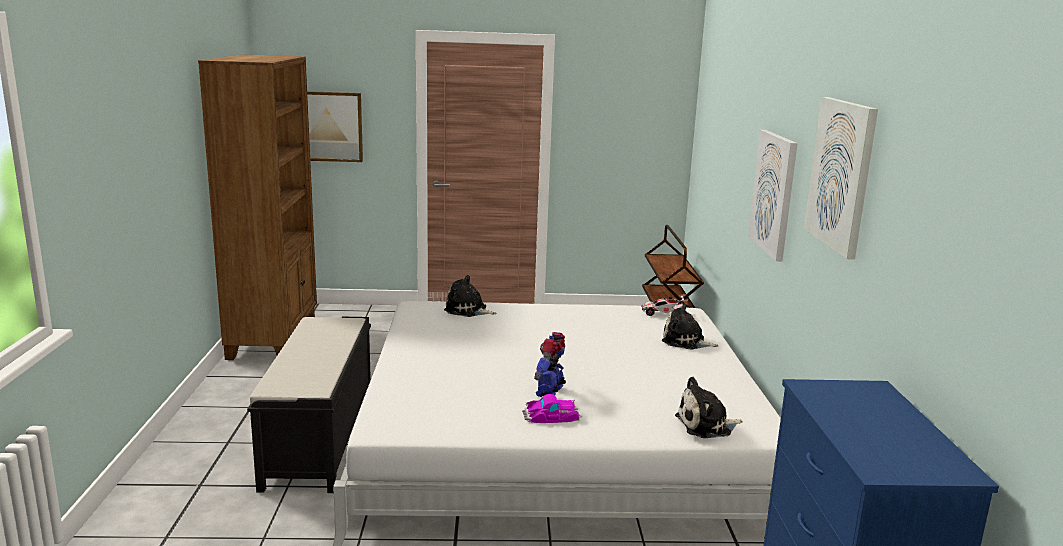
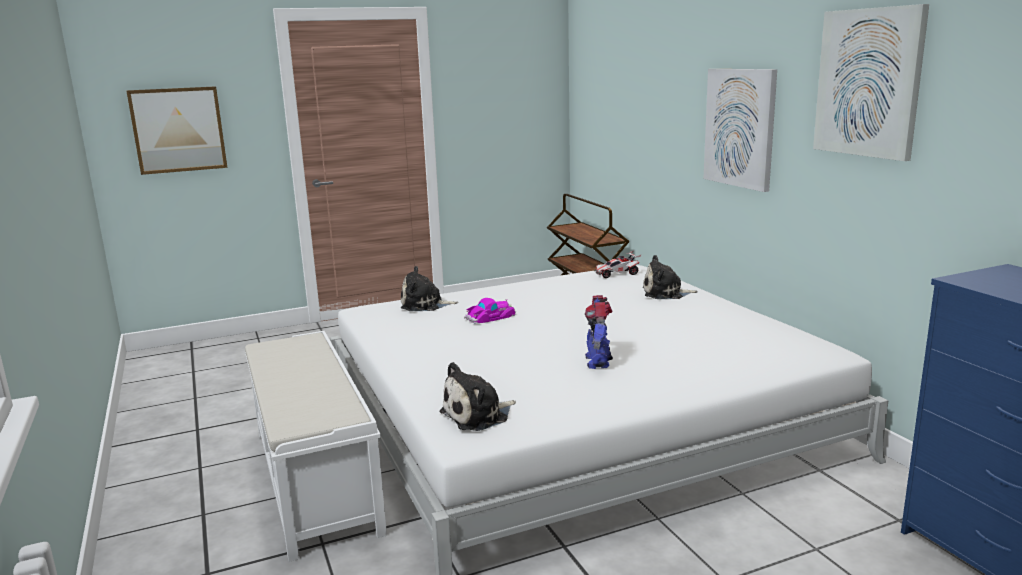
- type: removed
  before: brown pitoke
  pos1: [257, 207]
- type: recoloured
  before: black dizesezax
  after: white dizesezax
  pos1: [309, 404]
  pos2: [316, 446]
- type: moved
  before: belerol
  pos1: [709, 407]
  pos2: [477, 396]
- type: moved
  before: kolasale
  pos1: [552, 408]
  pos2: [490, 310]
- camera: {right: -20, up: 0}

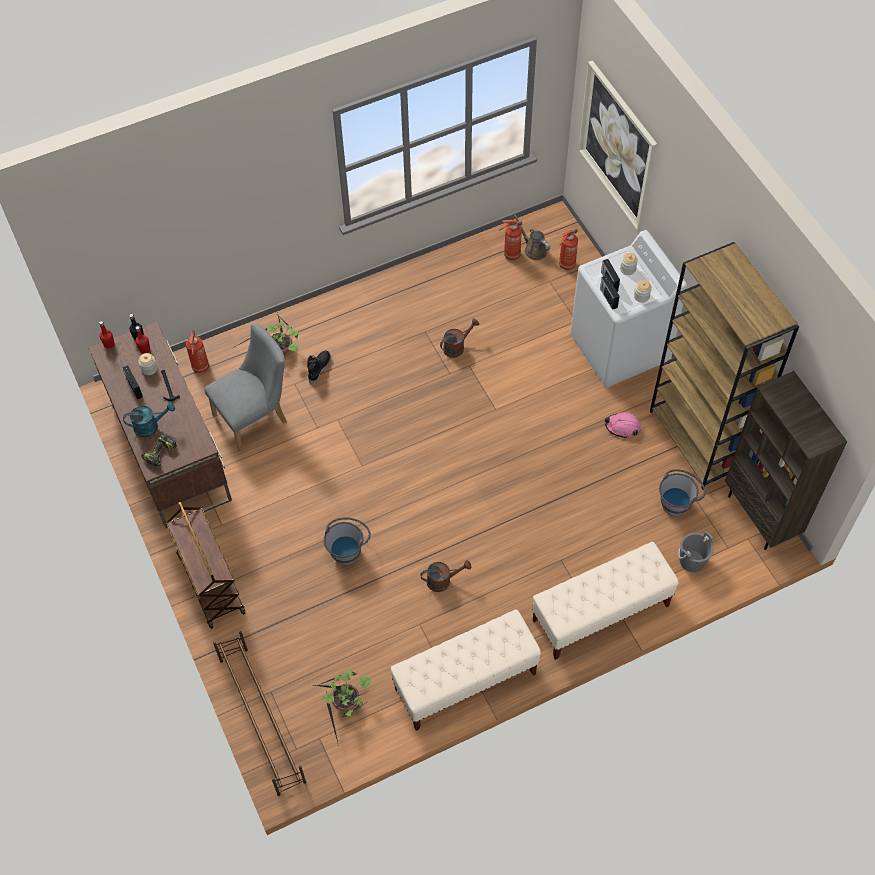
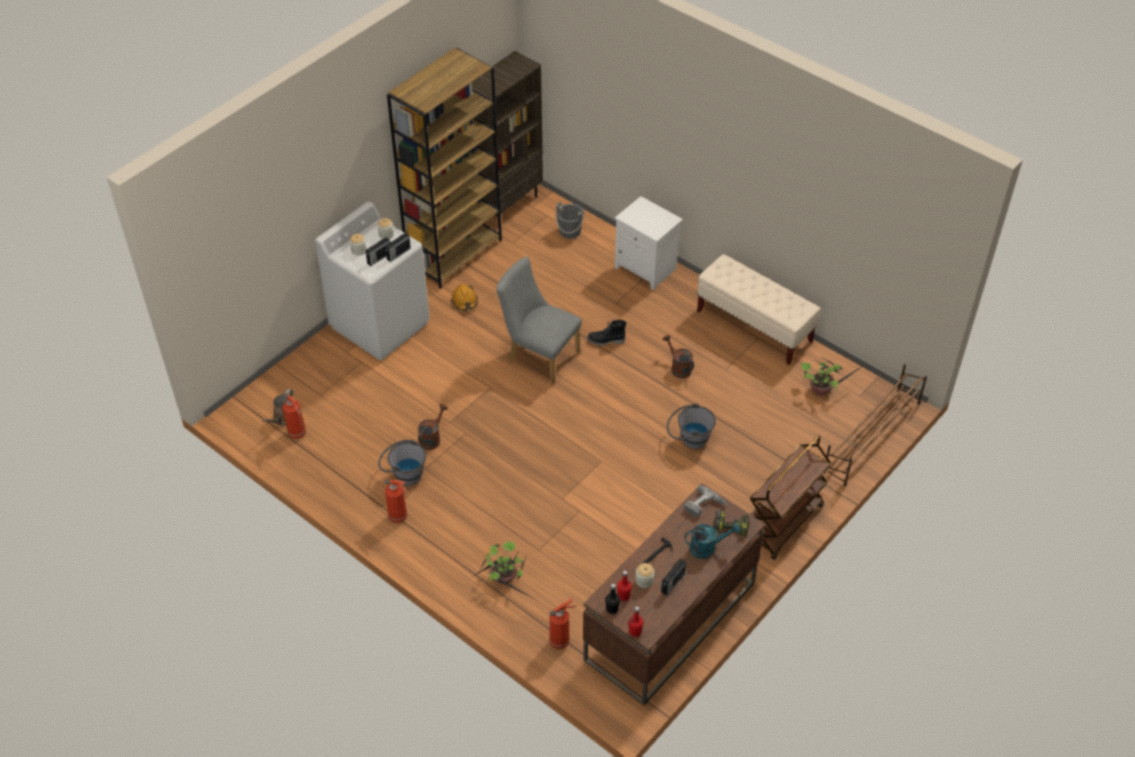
- type: removed
  before: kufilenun
  pos1: [617, 145]
- type: moved
  before: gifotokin
  pos1: [568, 249]
  pos2: [397, 501]
- type: turned
  before: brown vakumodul
  pos1: [459, 338]
  pos2: [433, 427]
  turn: 90
- type: moved
  before: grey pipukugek
  pos1: [245, 387]
  pos2: [539, 320]
- type: moved
  before: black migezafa
  pos1: [319, 367]
  pos2: [606, 333]
- type: turned
  before: turquoise vakumodul
  pos1: [149, 420]
  pos2: [712, 541]
  turn: 120
- type: recoloured
  before: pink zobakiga
  after: orange zobakiga
  pos1: [623, 425]
  pos2: [464, 297]
- type: moved
  before: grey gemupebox
  pos1: [682, 492]
  pos2: [402, 463]
- type: replaced
  before: beige dizesezax
  after: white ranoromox
  pos1: [605, 601]
  pos2: [649, 243]
- type: added
  after: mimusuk
  pos2: [705, 501]
- camera: {right: -115, up: -10}

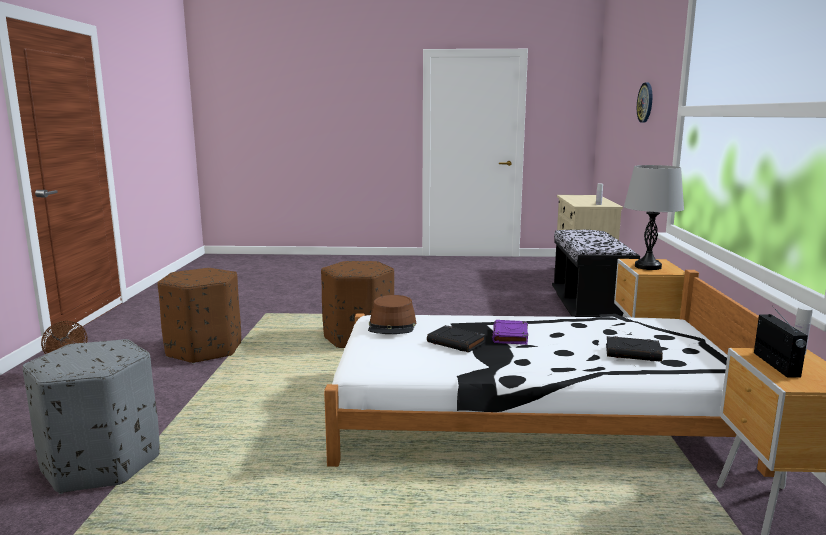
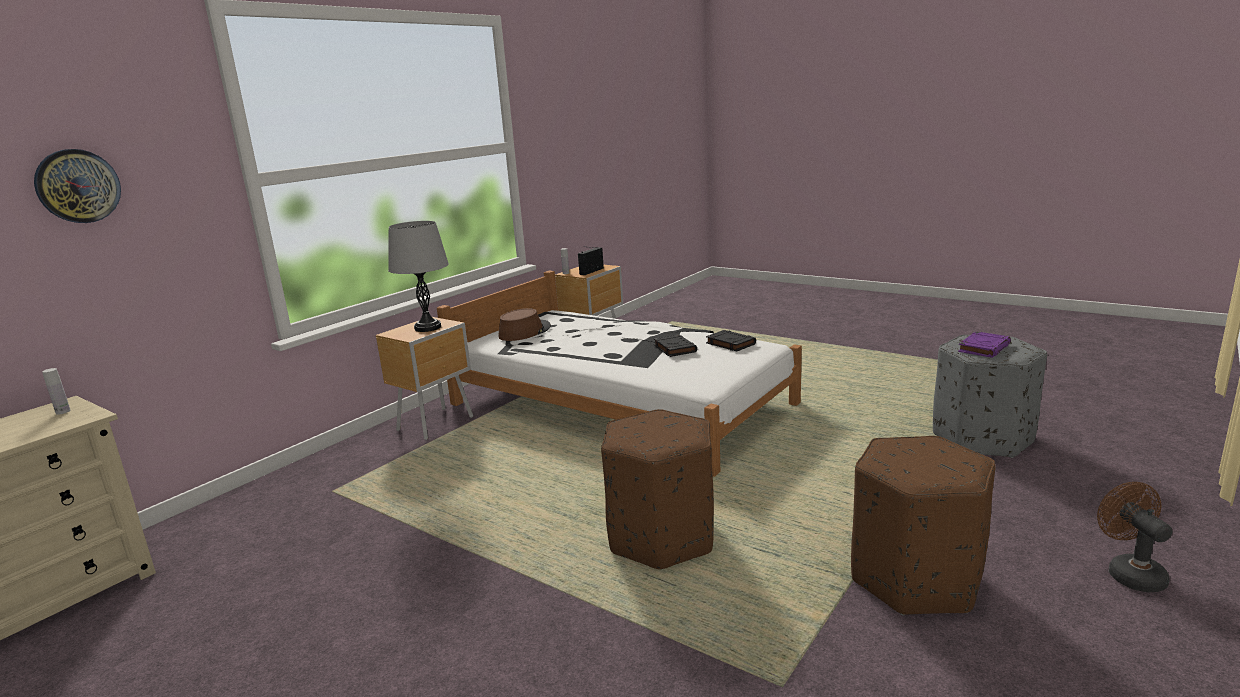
- type: removed
  before: black dizesezax
  pos1: [596, 274]
- type: moved
  before: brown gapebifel
  pos1: [392, 314]
  pos2: [525, 324]
- type: moved
  before: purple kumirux
  pos1: [510, 332]
  pos2: [984, 344]
- type: moved
  before: black kumirux
  pos1: [634, 349]
  pos2: [731, 341]
- camera: {right: -145, up: 5}

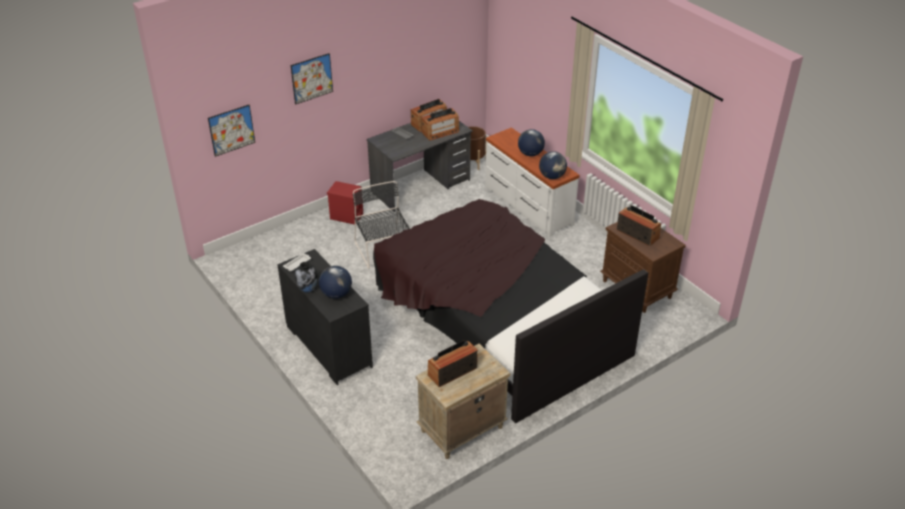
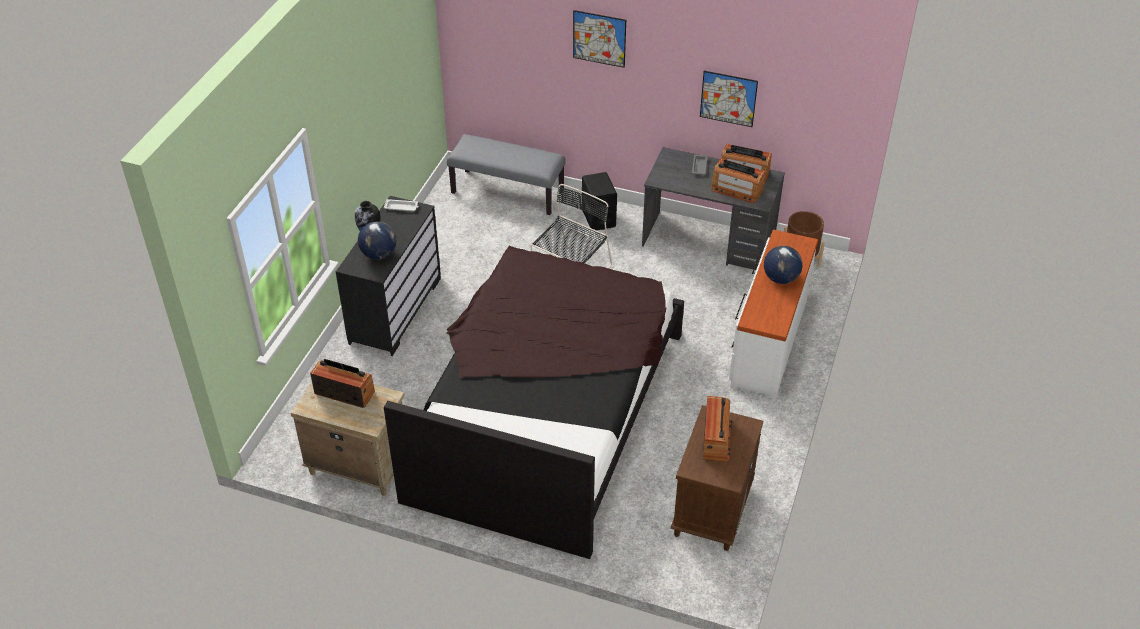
- type: moved
  before: kufilenun
  pos1: [231, 131]
  pos2: [729, 99]
- type: removed
  before: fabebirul
  pos1: [553, 165]
- type: recoloured
  before: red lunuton
  after: black lunuton
  pos1: [345, 203]
  pos2: [599, 201]
- type: added
  after: grey dizesezax
  pos2: [506, 174]
- camera: {right: 55, up: 5}

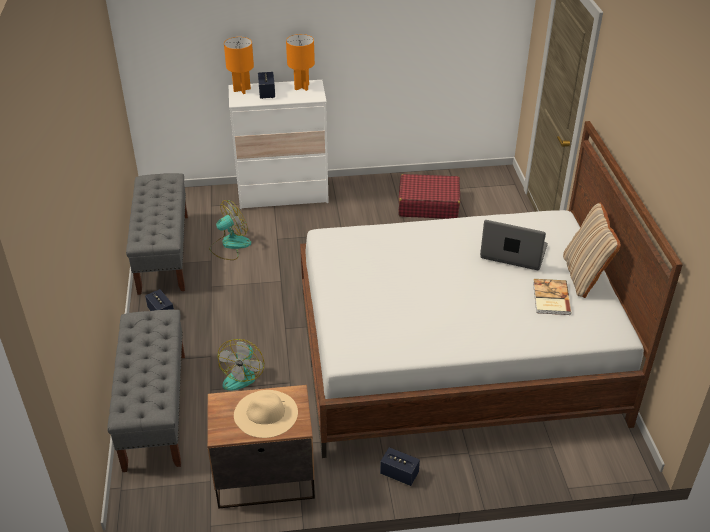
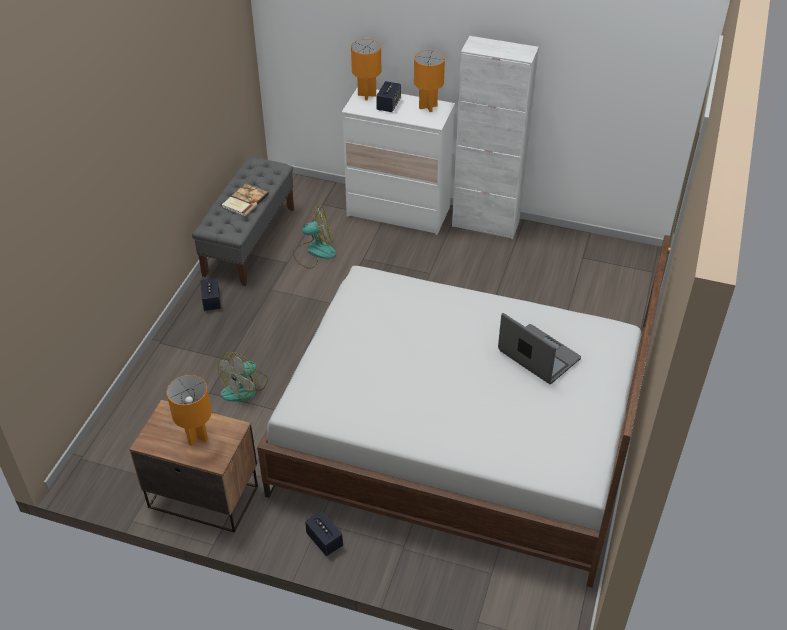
- type: removed
  before: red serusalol
  pos1: [429, 196]
- type: removed
  before: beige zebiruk
  pos1: [592, 250]
- type: moved
  before: kumirux
  pos1: [552, 297]
  pos2: [245, 200]
- type: removed
  before: grey dizesezax
  pos1: [146, 391]
- type: replaced
  before: beige gapebifel
  after: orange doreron
  pos1: [266, 414]
  pos2: [189, 410]
- type: added
  after: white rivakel
  pos2: [495, 137]
- camera: {right: 25, up: 5}

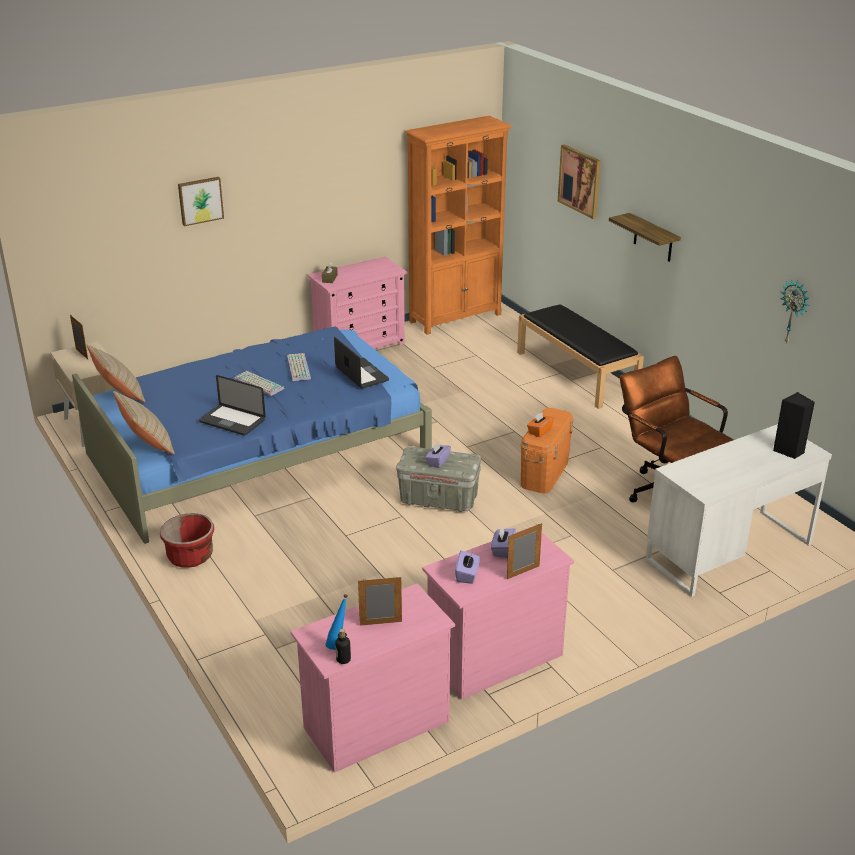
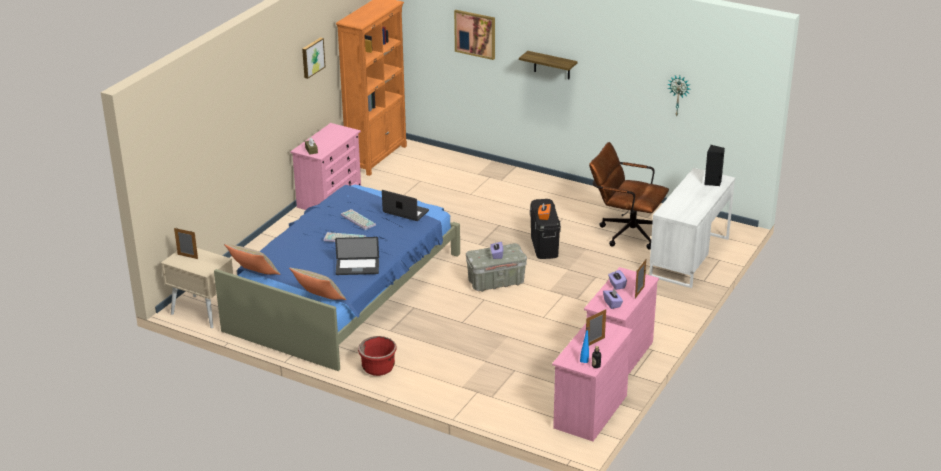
- type: moved
  before: kufilenun
  pos1: [201, 201]
  pos2: [313, 58]
- type: removed
  before: black dizesezax
  pos1: [580, 357]
- type: recoloured
  before: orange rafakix
  after: black rafakix
  pos1: [547, 450]
  pos2: [545, 229]
- camera: {right: -30, up: 0}

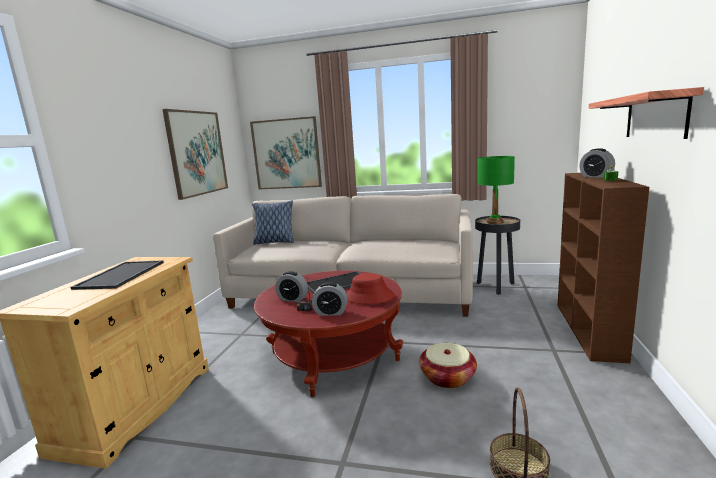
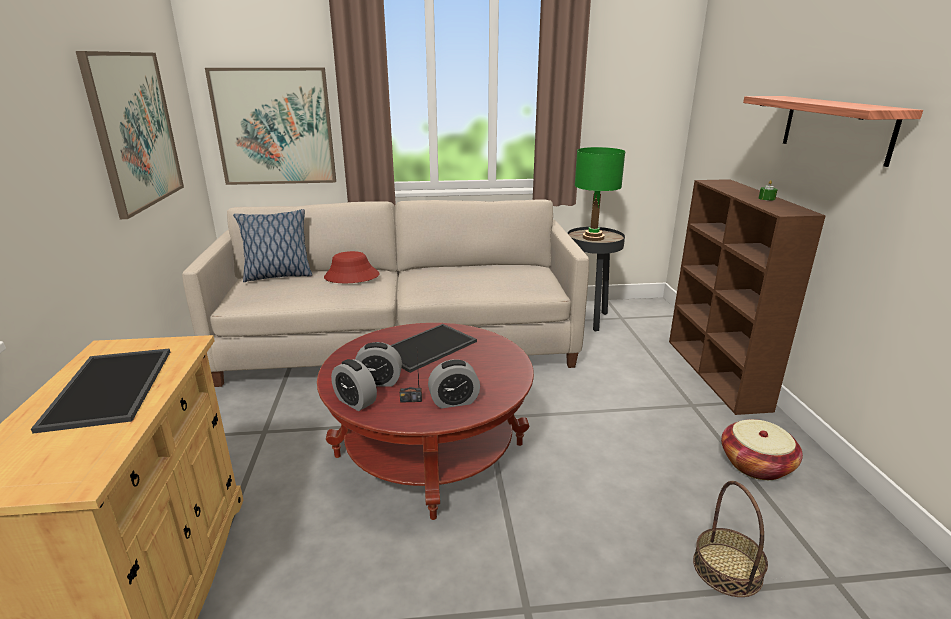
- type: moved
  before: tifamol
  pos1: [597, 163]
  pos2: [354, 385]
- type: moved
  before: red gapebifel
  pos1: [371, 288]
  pos2: [351, 267]
- type: moved
  before: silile
  pos1: [448, 365]
  pos2: [762, 449]
- camera: {right: -20, up: 10}

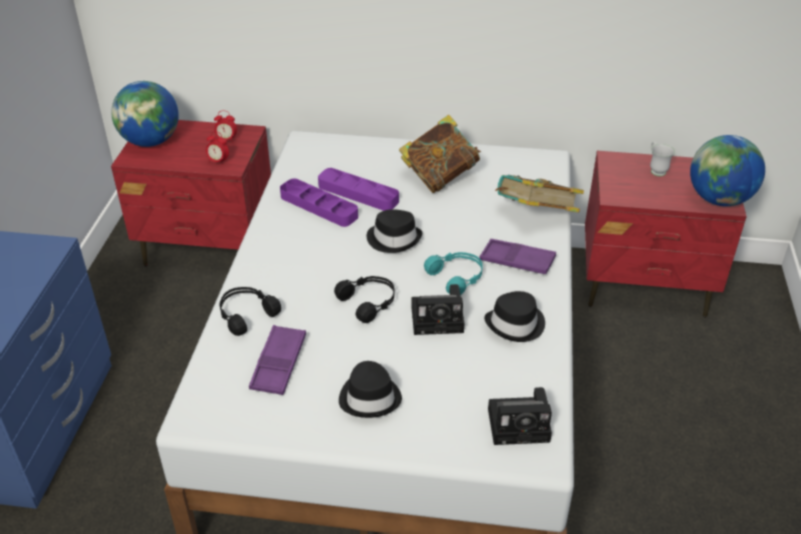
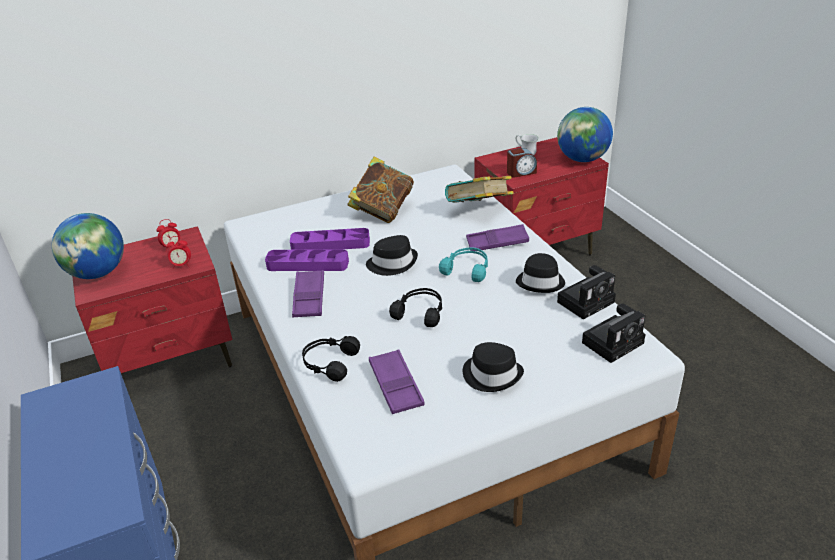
- type: moved
  before: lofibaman
  pos1: [437, 309]
  pos2: [586, 292]
- type: added
  after: tifamol
  pos2: [522, 163]
- type: added
  after: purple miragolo
  pos2: [308, 293]
- camera: {right: -30, up: -5}

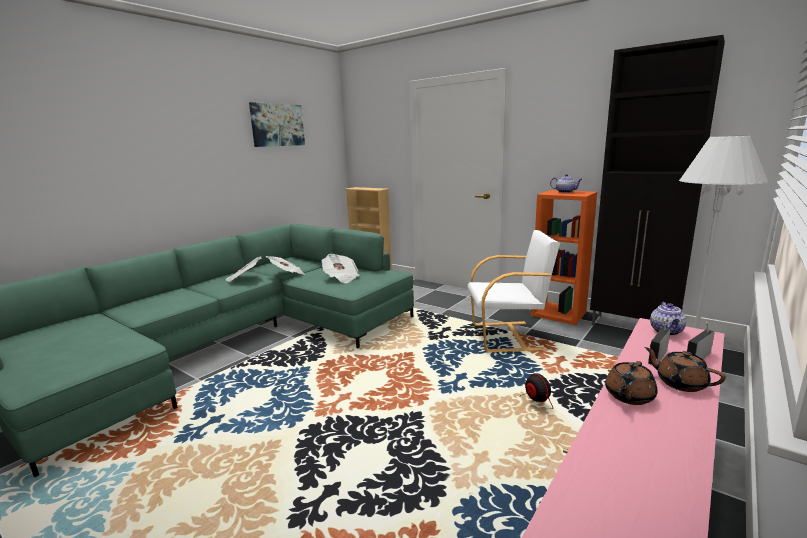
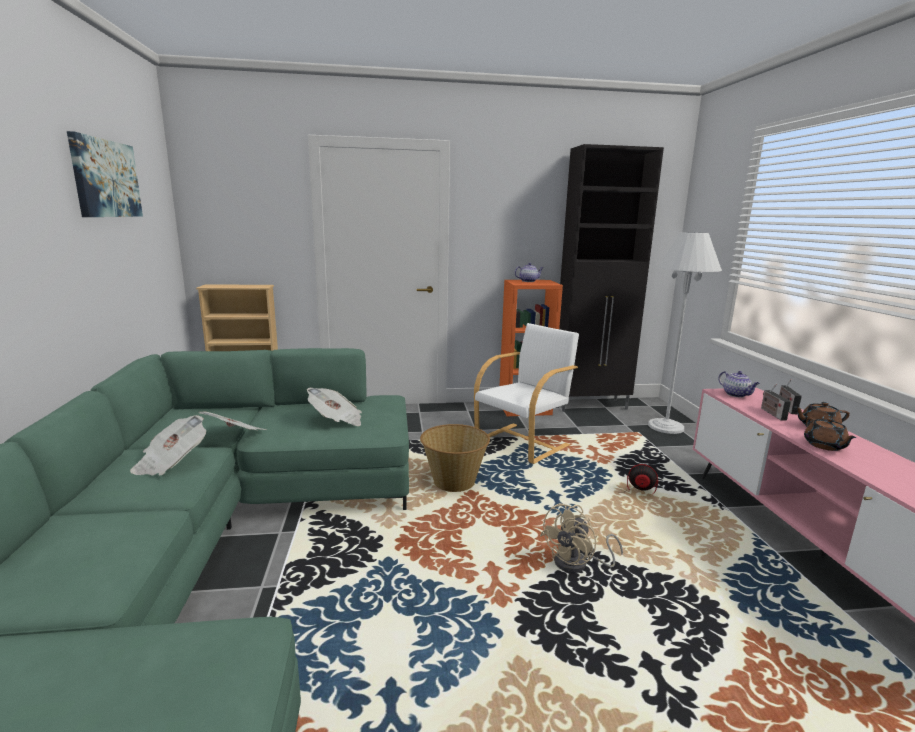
- type: added
  after: silile
  pos2: [455, 458]
- type: added
  after: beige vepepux
  pos2: [581, 538]
- camera: {right: -45, up: 0}

